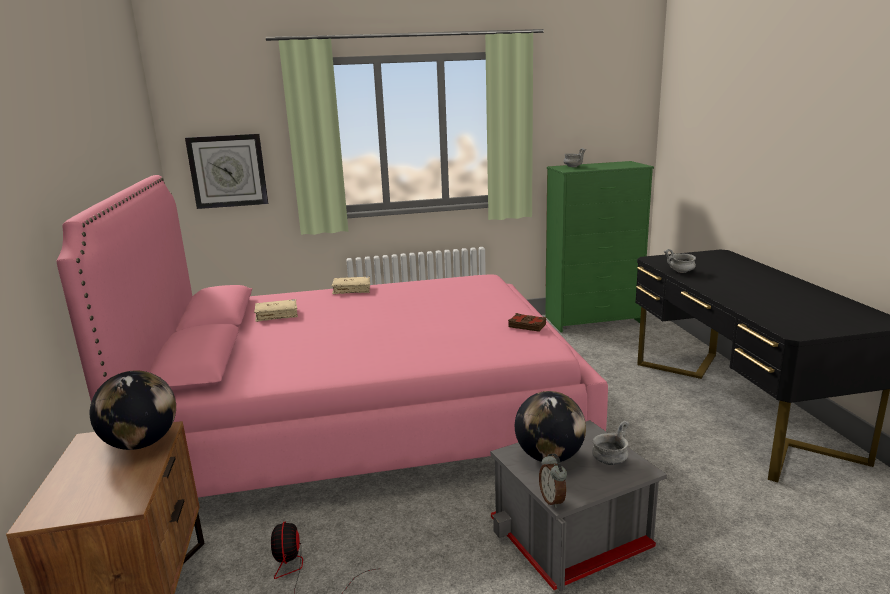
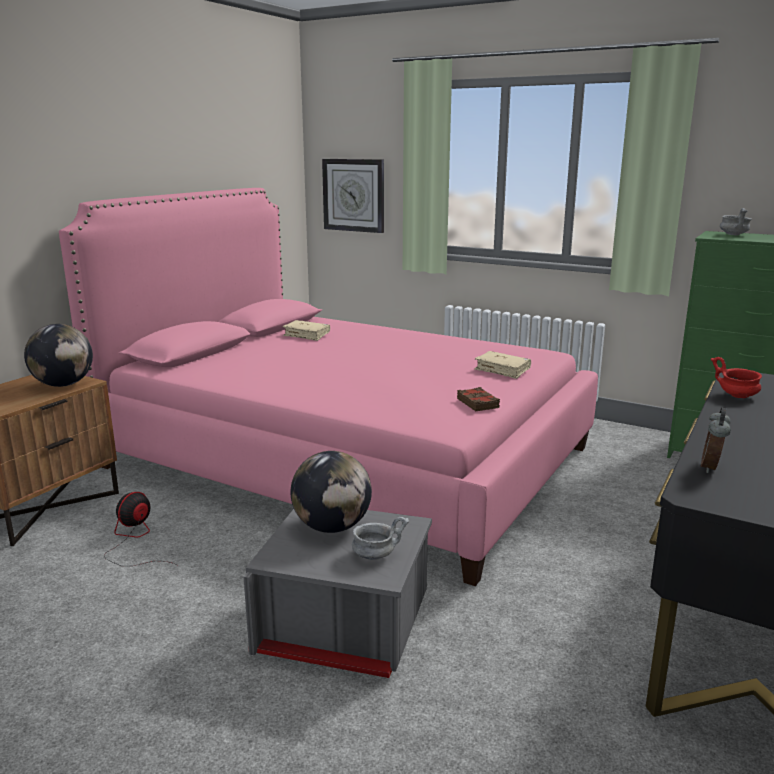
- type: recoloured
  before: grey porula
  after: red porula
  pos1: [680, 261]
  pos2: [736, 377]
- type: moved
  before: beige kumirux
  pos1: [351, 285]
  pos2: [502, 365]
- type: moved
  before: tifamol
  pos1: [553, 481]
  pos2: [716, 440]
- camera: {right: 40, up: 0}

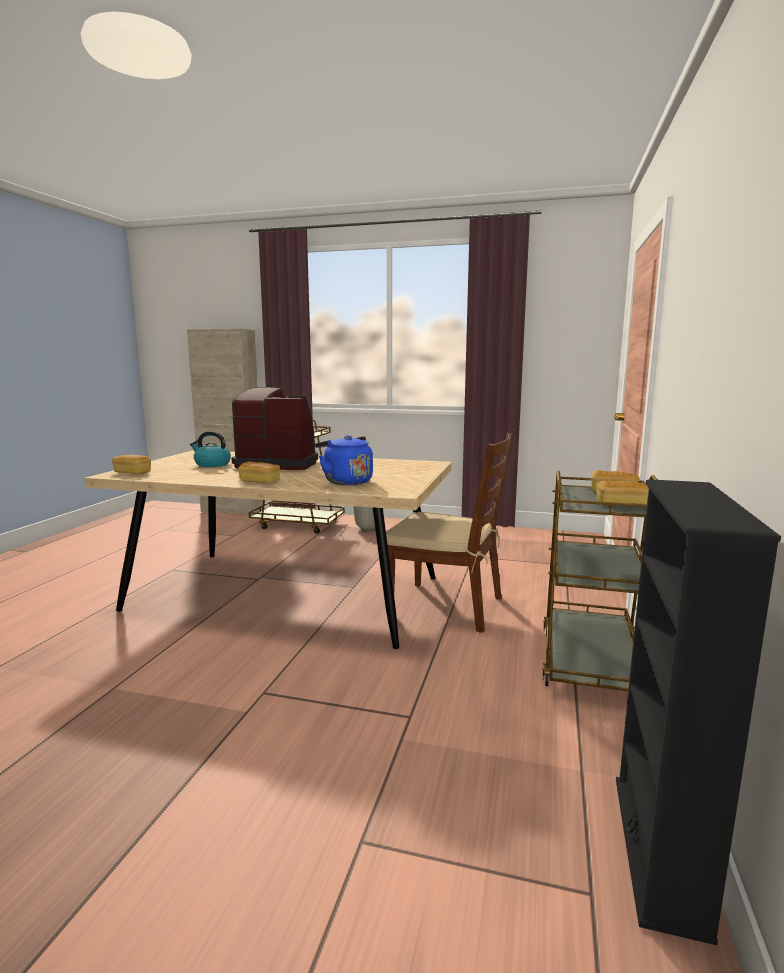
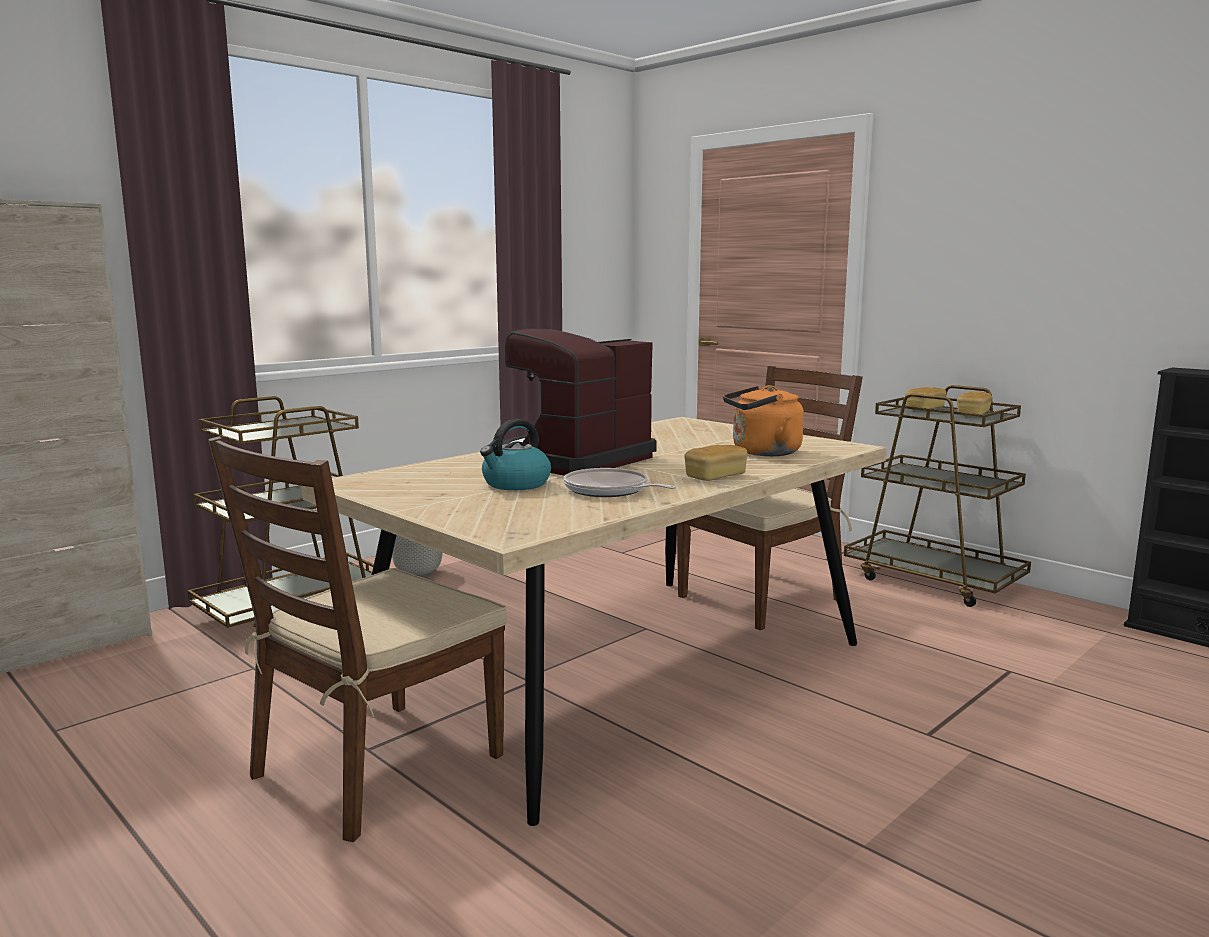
- type: recoloured
  before: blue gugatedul
  after: orange gugatedul
  pos1: [344, 460]
  pos2: [763, 420]
- type: removed
  before: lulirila
  pos1: [131, 464]
- type: added
  after: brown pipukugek
  pos2: [357, 639]
- type: added
  after: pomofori
  pos2: [619, 482]
- camera: {right: -60, up: 0}

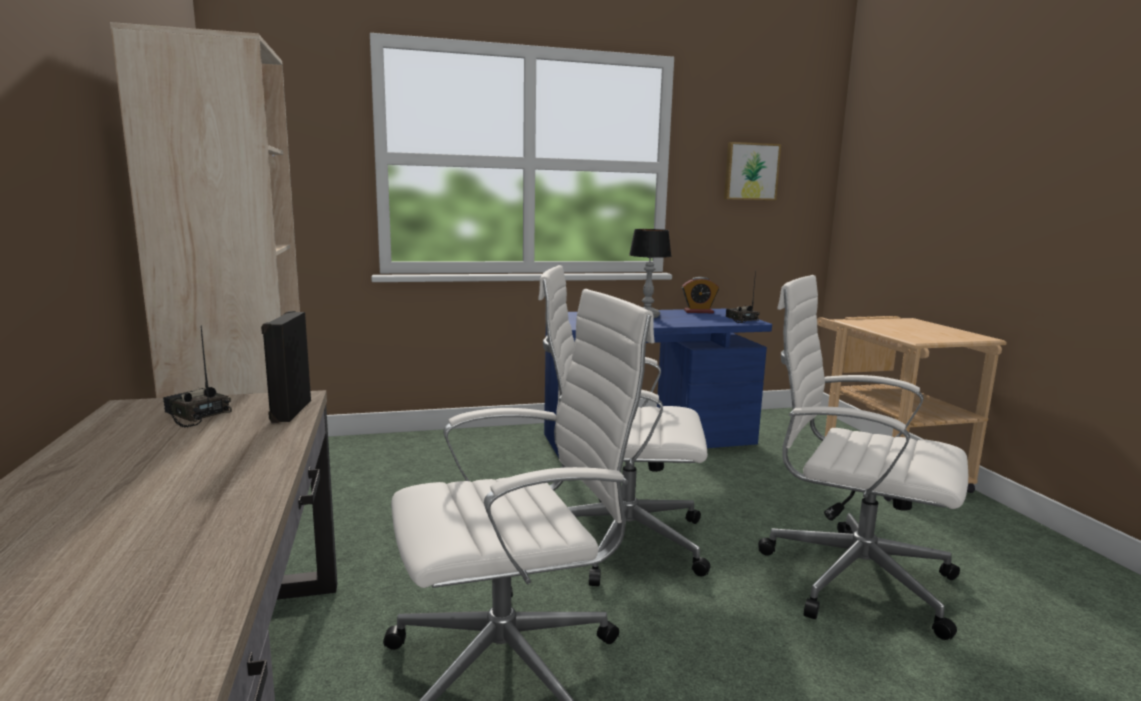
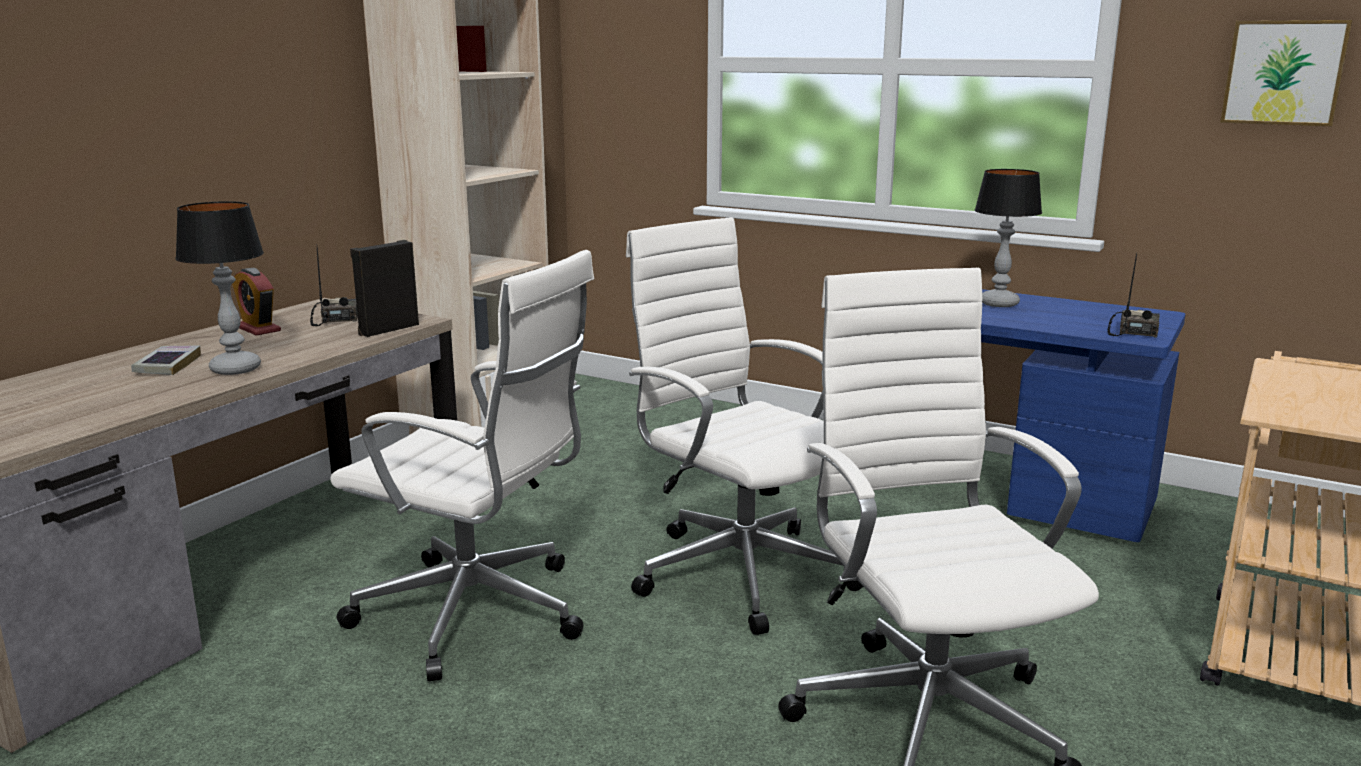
- type: moved
  before: tifamol
  pos1: [700, 295]
  pos2: [256, 302]
- type: added
  after: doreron
  pos2: [219, 288]
- type: added
  after: kumirux
  pos2: [166, 360]
- camera: {right: 45, up: 5}

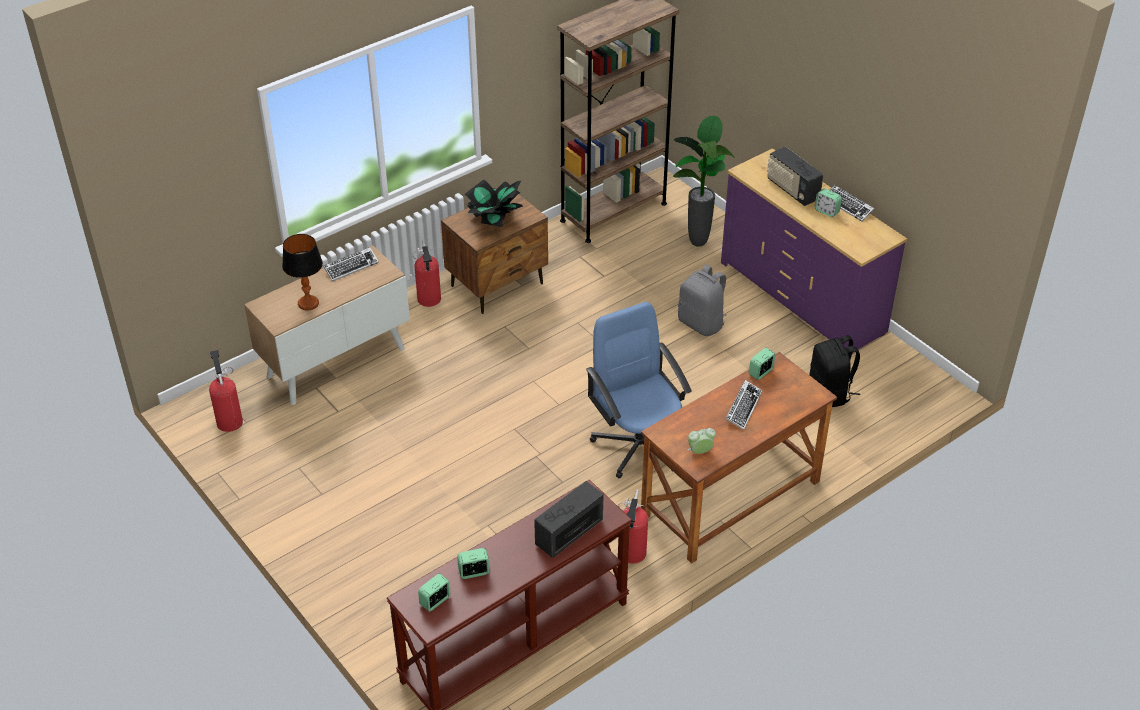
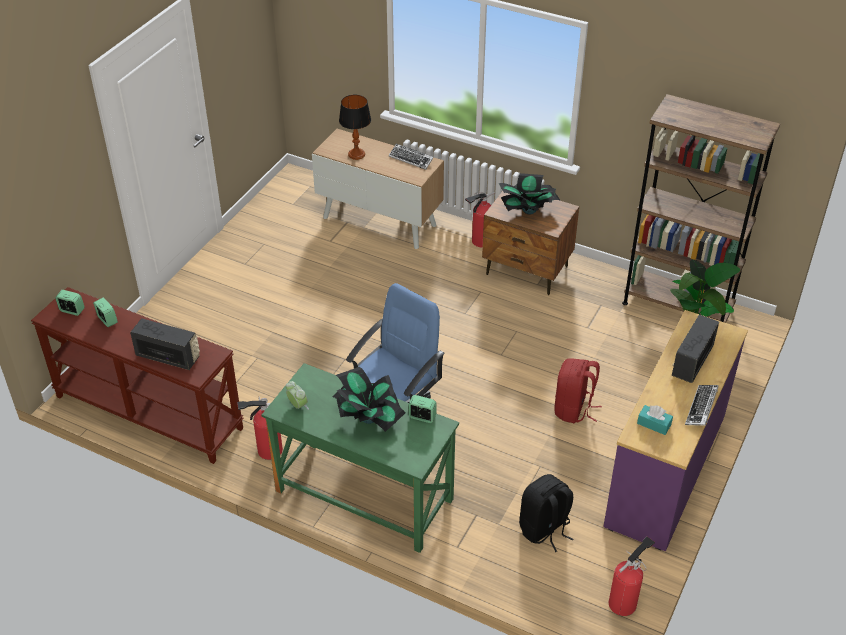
- type: removed
  before: tifamol
  pos1: [828, 202]
- type: recoloured
  before: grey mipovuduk
  after: red mipovuduk
  pos1: [702, 300]
  pos2: [578, 390]
- type: moved
  before: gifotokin
  pos1: [226, 391]
  pos2: [632, 576]
- type: recoloured
  before: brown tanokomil
  after: green tanokomil
  pos1: [739, 457]
  pos2: [360, 458]
- type: replaced
  before: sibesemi
  after: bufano
  pos1: [744, 405]
  pos2: [368, 399]
- type: added
  after: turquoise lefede
  pos2: [655, 420]
- camera: {right: 65, up: 0}

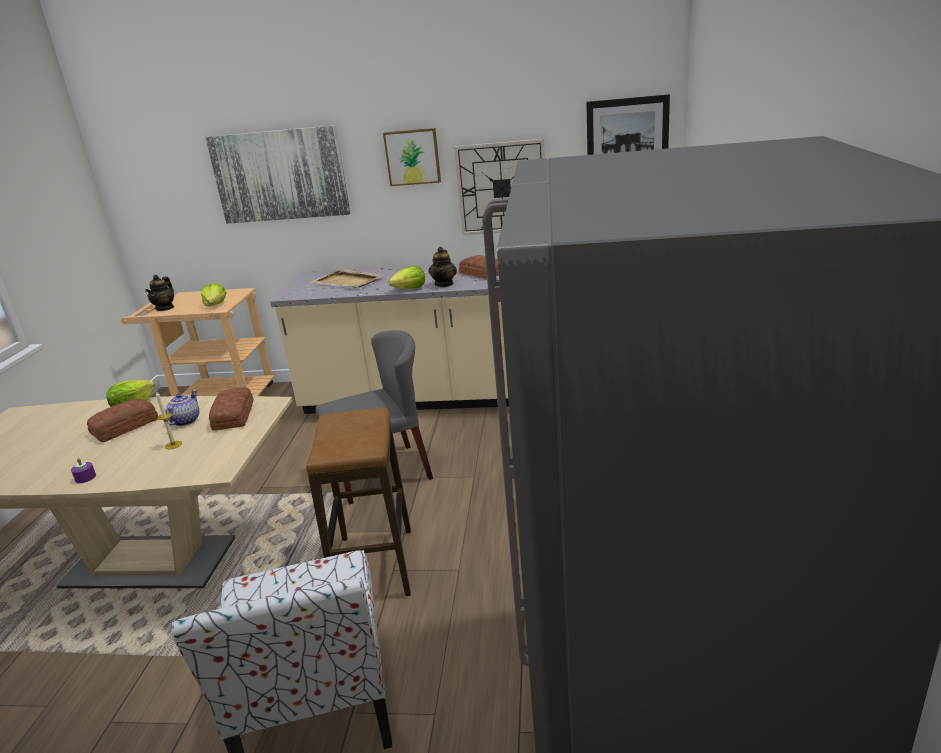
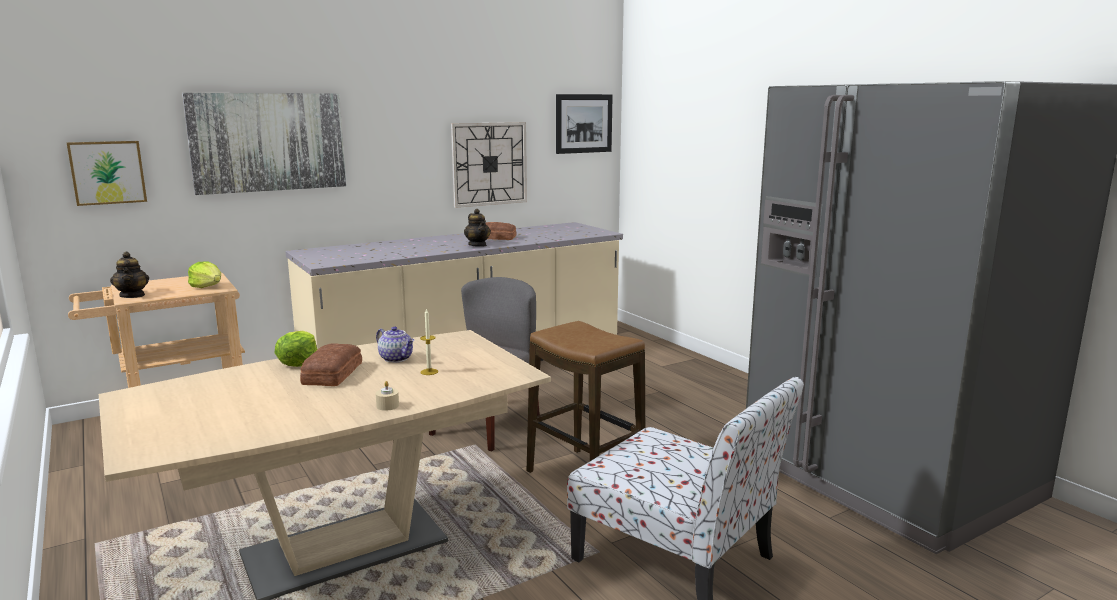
- type: moved
  before: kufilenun
  pos1: [412, 157]
  pos2: [107, 173]
- type: removed
  before: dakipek
  pos1: [406, 277]
- type: removed
  before: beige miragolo
  pos1: [347, 278]
- type: removed
  before: lulirila
  pos1: [231, 409]
- type: turned
  before: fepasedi
  pos1: [182, 408]
  pos2: [395, 345]
  turn: 150
- type: recoloured
  before: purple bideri
  after: beige bideri
  pos1: [83, 470]
  pos2: [387, 396]
- camera: {right: -40, up: -10}

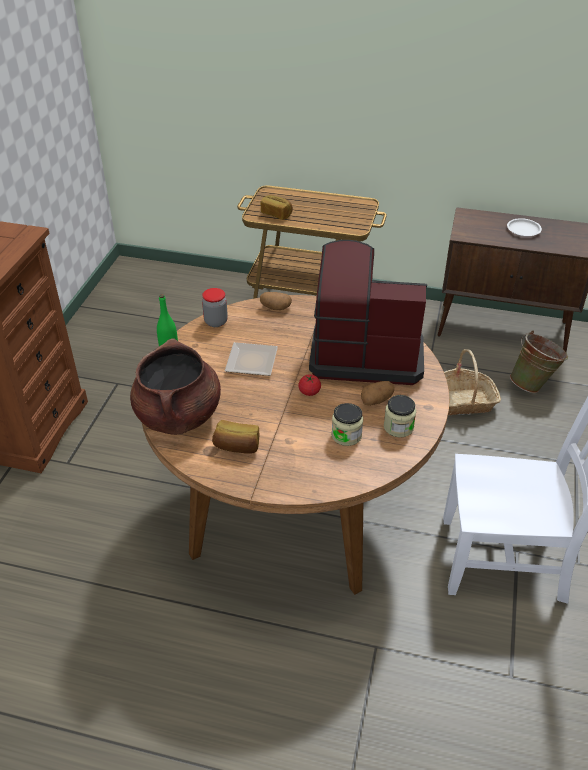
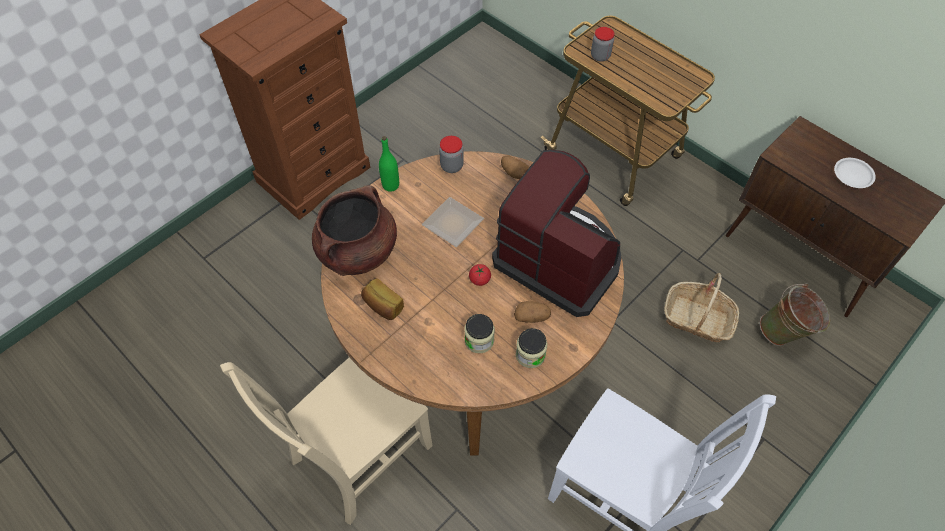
- type: replaced
  before: lulirila
  after: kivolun
  pos1: [276, 207]
  pos2: [602, 44]
- type: added
  after: beige pipukugek
  pos2: [326, 441]
- camera: {right: 30, up: 15}

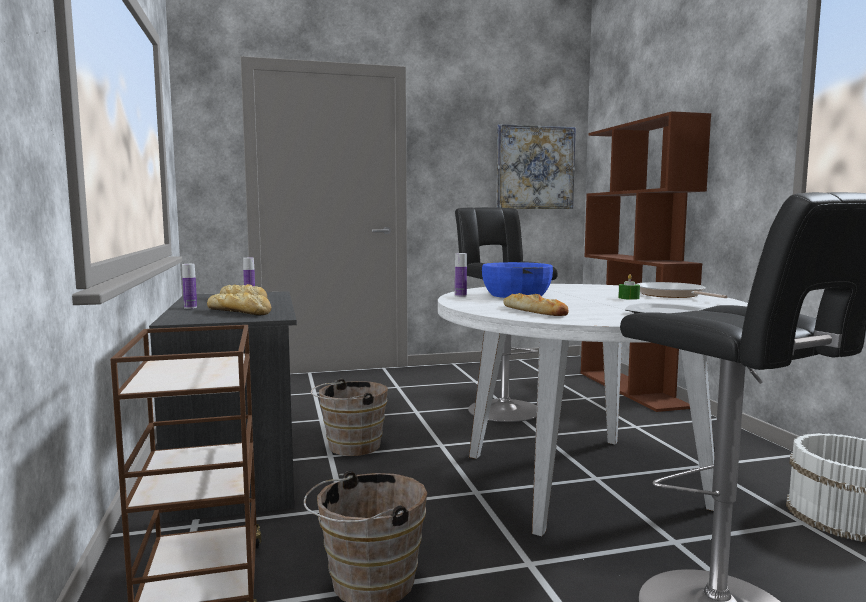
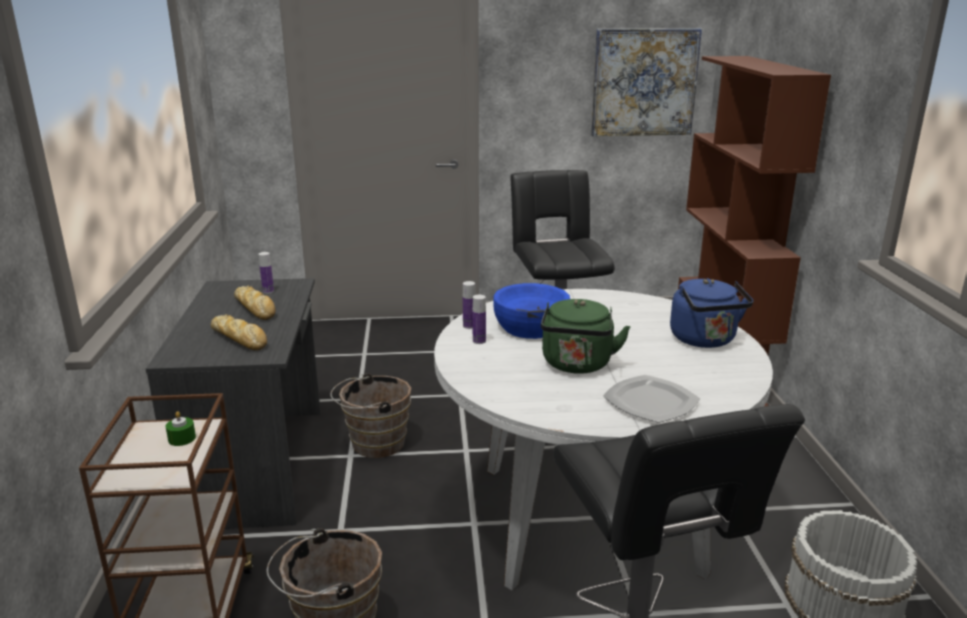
- type: moved
  before: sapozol
  pos1: [189, 286]
  pos2: [479, 319]
- type: moved
  before: green bideri
  pos1: [629, 287]
  pos2: [180, 428]
- type: replaced
  before: pomofori
  after: blue gugatedul
  pos1: [682, 290]
  pos2: [712, 313]
- type: removed
  before: lulirila
  pos1: [535, 304]
- type: added
  after: green gugatedul
  pos2: [586, 336]
- camera: {right: 10, up: 15}

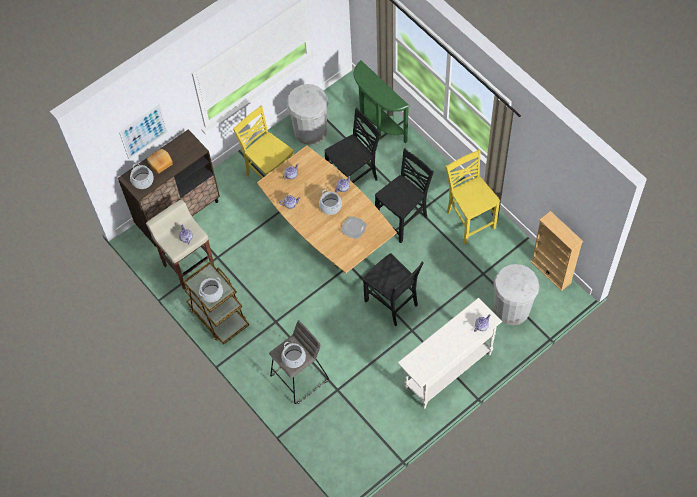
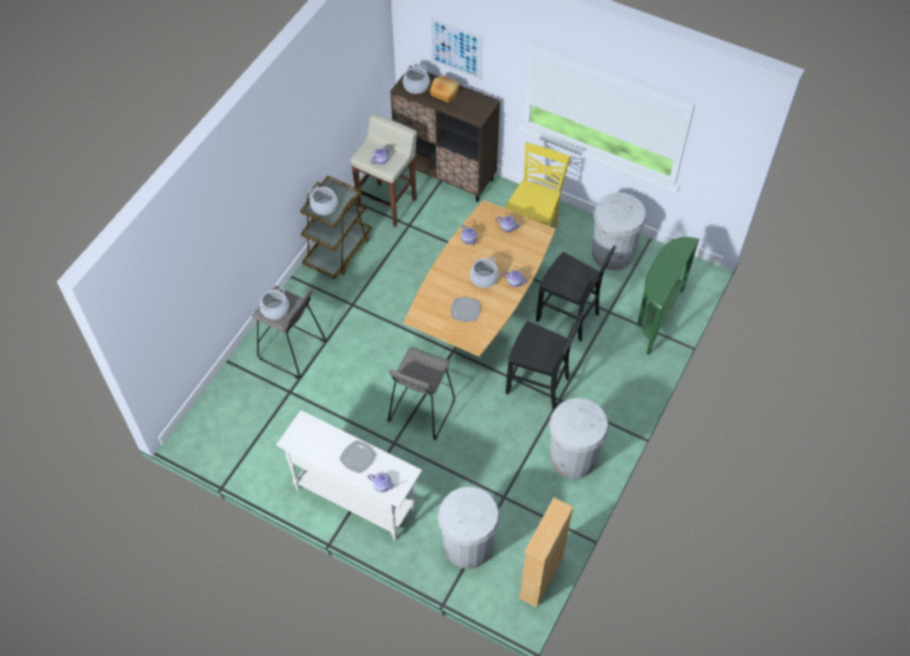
- type: replaced
  before: yellow pipukugek
  after: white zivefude
  pos1: [472, 196]
  pos2: [579, 438]
- type: replaced
  before: black pipukugek
  after: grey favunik
  pos1: [393, 289]
  pos2: [421, 393]
- type: added
  after: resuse
  pos2: [358, 456]
- camera: {right: 65, up: -5}

